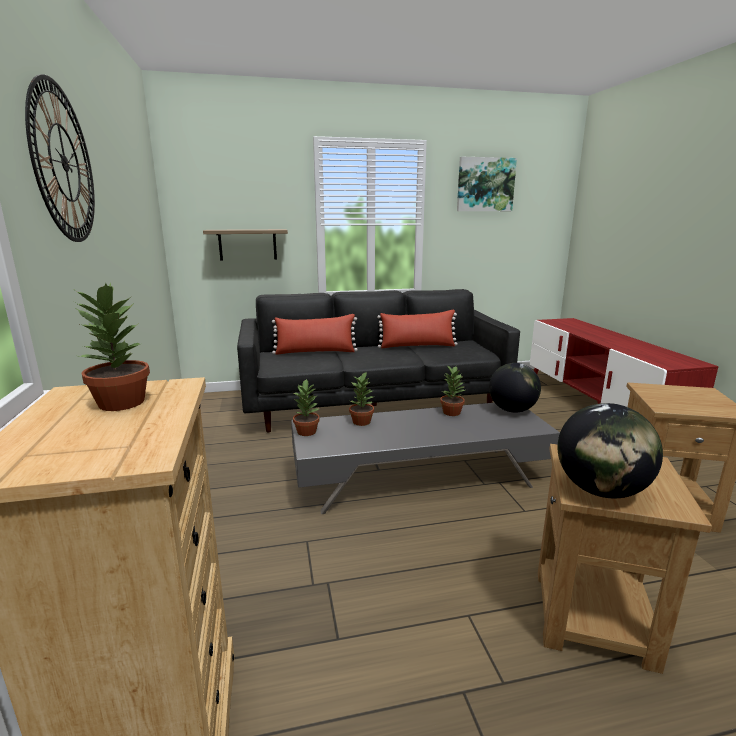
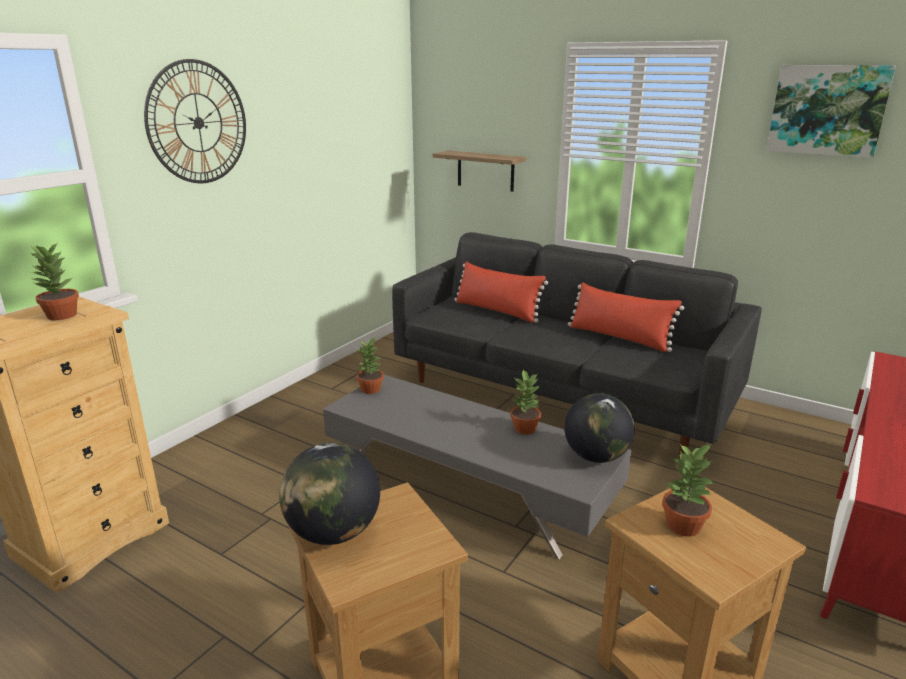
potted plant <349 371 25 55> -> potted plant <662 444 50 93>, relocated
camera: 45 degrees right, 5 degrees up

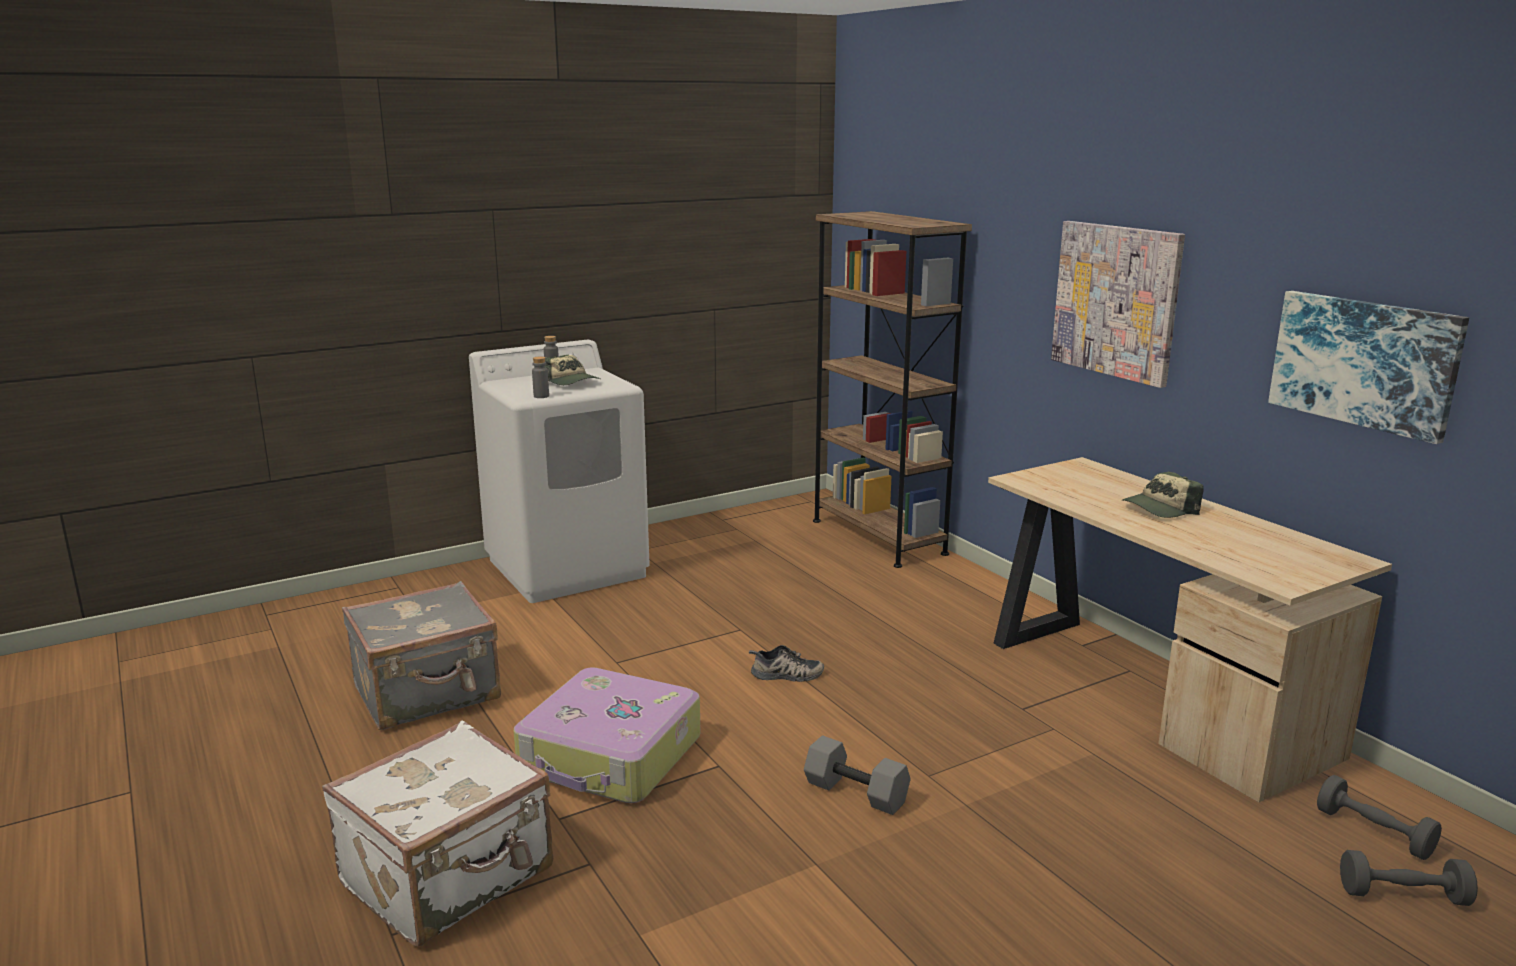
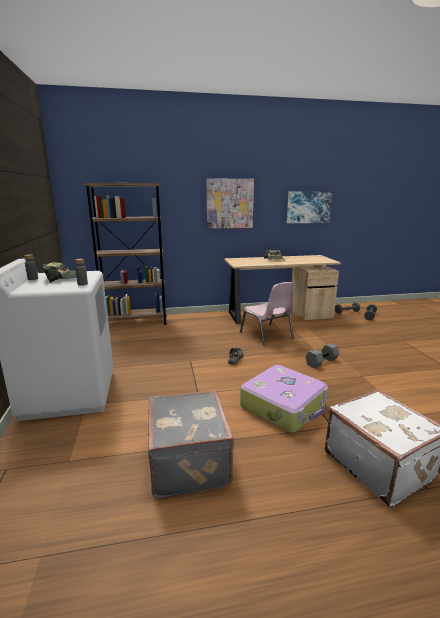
none -> pink chair <240 282 54 64>
camera: 70 degrees left, 0 degrees up

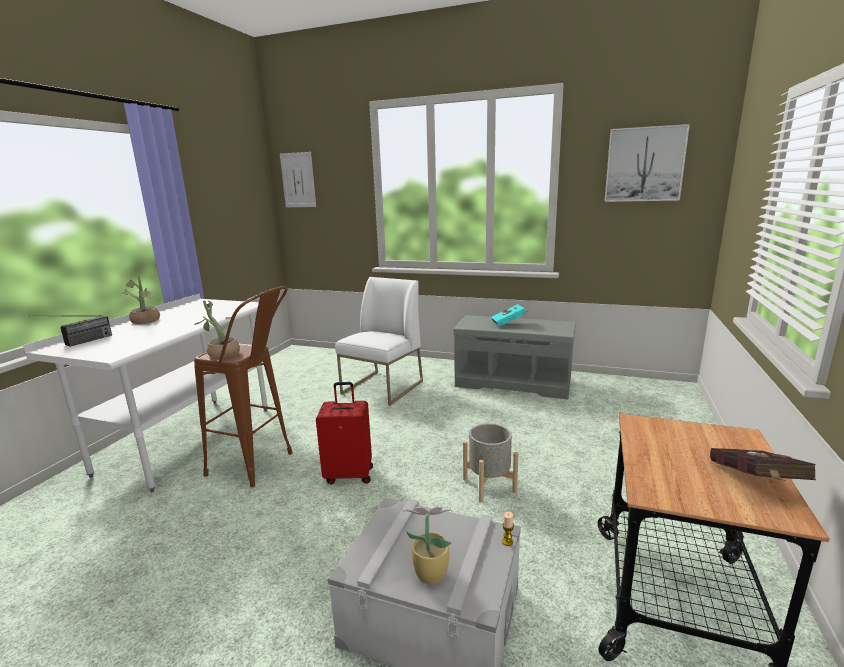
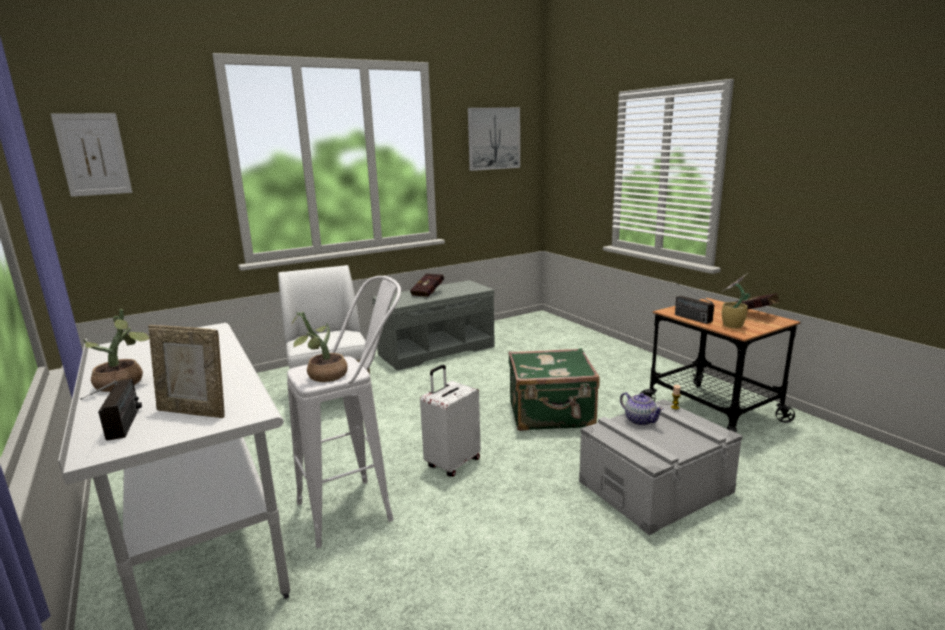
none -> picture frame <148 325 77 93>
brown stool <194 286 99 201> -> white stool <287 276 114 272>
turquoise book <491 304 39 23> -> red book <410 273 34 24>
red suitcase <316 382 57 102> -> white suitcase <420 365 61 112>
grey planter <463 423 56 79> -> green suitcase <508 348 92 83>
none -> teapot <620 392 44 34>
none -> radio <666 277 48 47>
potted plant <403 507 50 77> -> potted plant <722 274 29 54>, relocated
camera: 50 degrees left, 0 degrees up

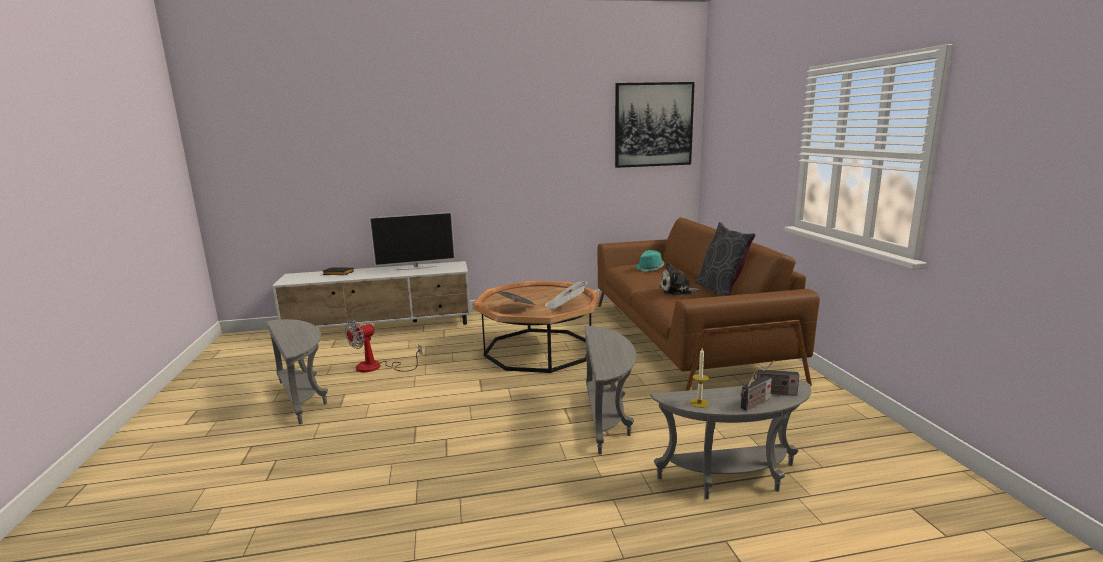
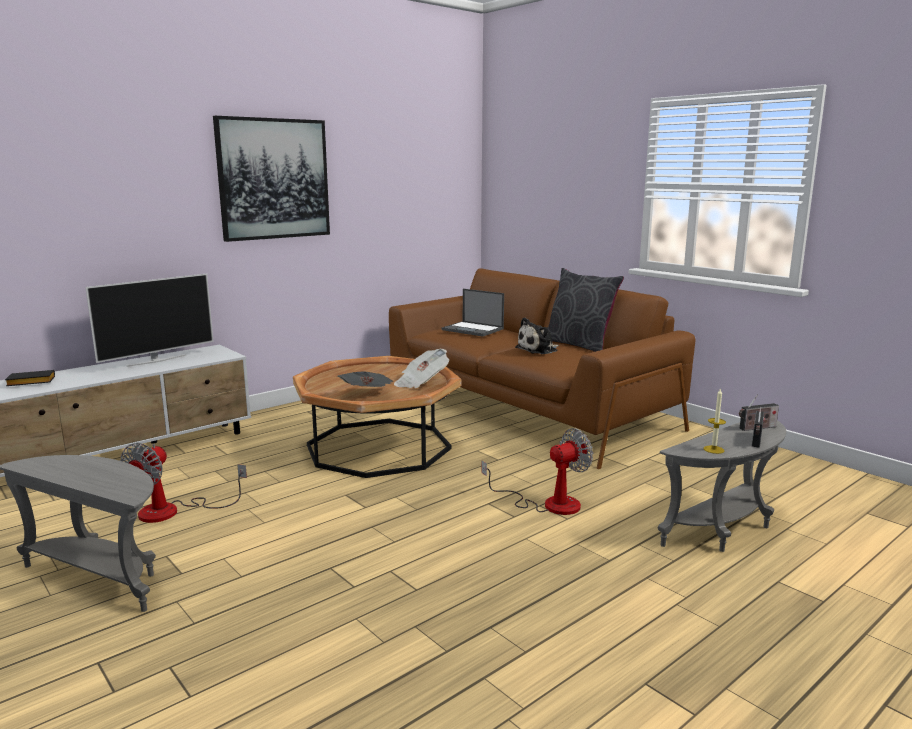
picture <615 82 80 86> -> picture <213 116 117 126>, relocated
turquoise hat <636 250 28 21> -> laptop <442 289 62 47>
grey side table <585 326 51 129> -> fan <481 428 112 87>
camera: 30 degrees left, 0 degrees up

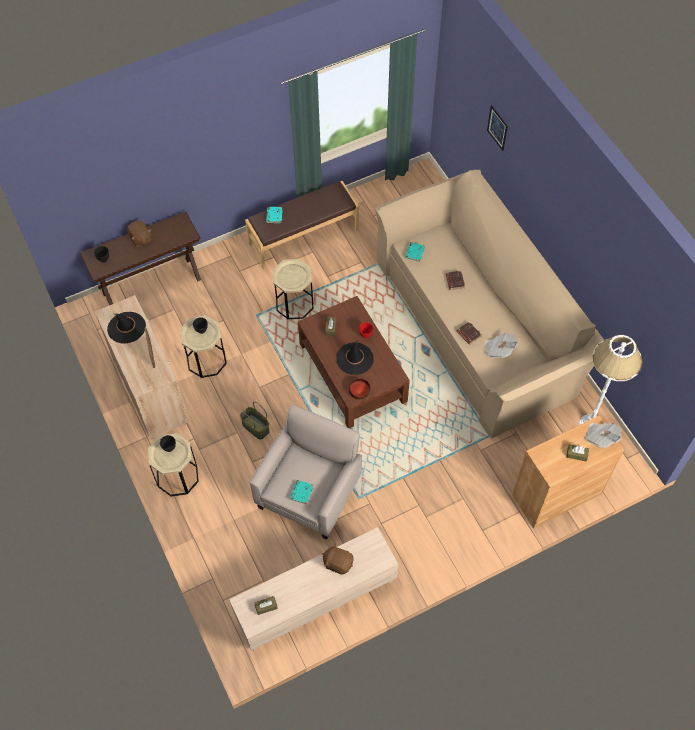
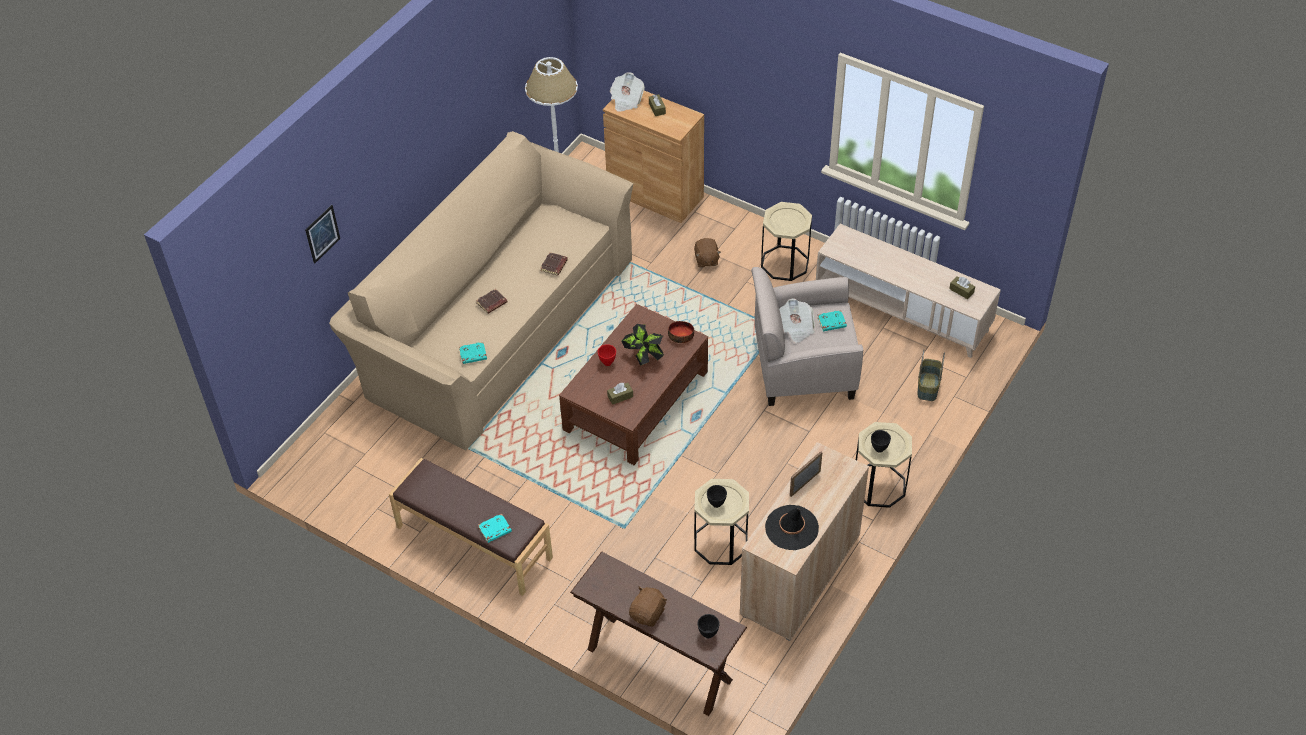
black hat <336 339 38 36> -> potted plant <622 324 42 42>
brown plush toy <322 544 32 31> -> brown plush toy <694 238 27 29>, relocated
beige side table <273 259 41 60> -> beige side table <761 202 51 79>, relocated
newspaper <485 333 33 25> -> newspaper <779 298 36 45>, relocated
basket <240 401 30 38> -> basket <917 349 28 52>, relocated
camera: 120 degrees left, 10 degrees down

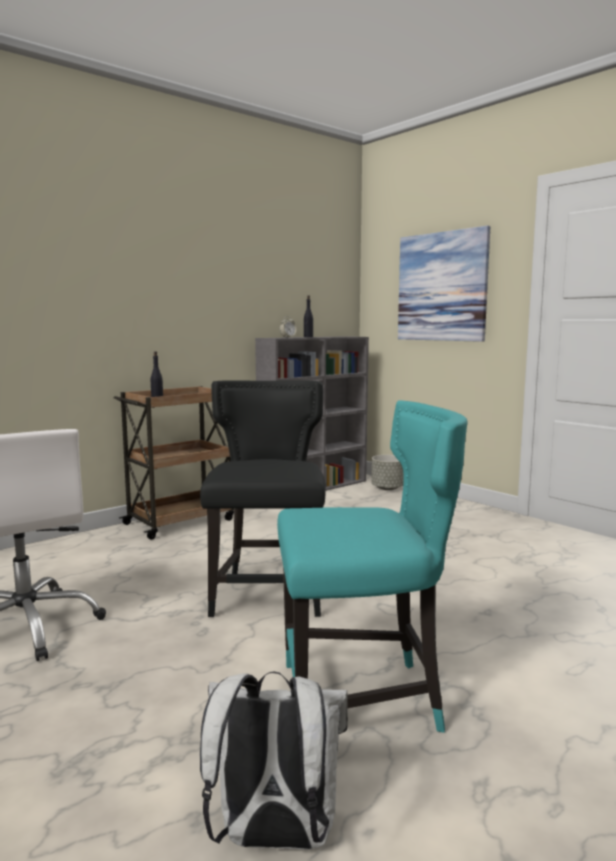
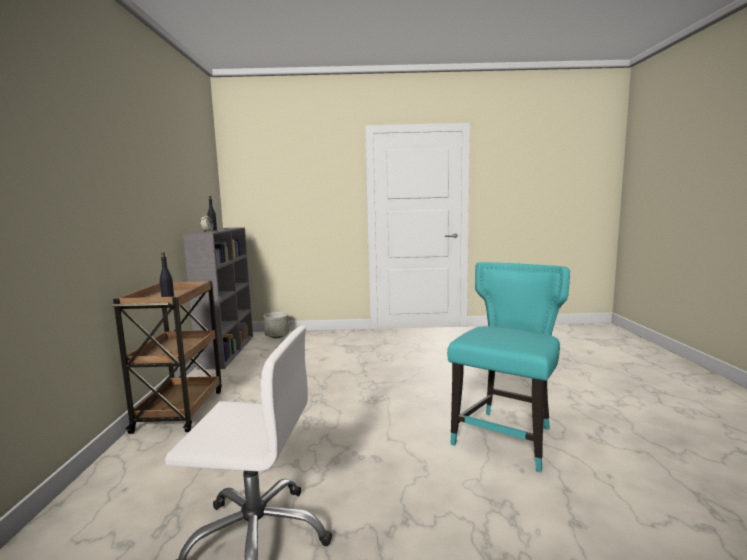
black chair <200 380 126 237> -> none
white backpack <200 671 148 178> -> none
picture <398 226 92 116> -> none
camera: 50 degrees left, 0 degrees up

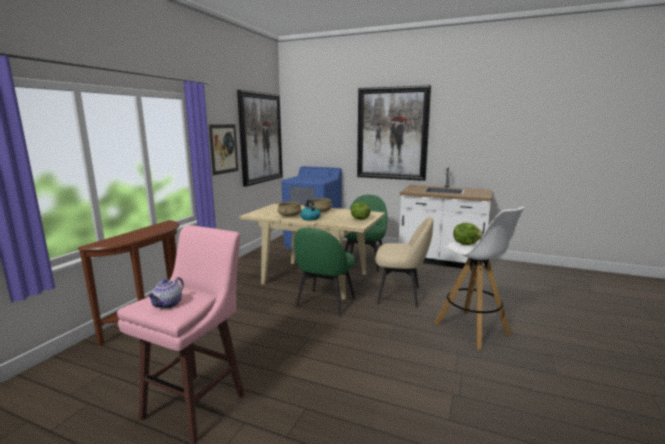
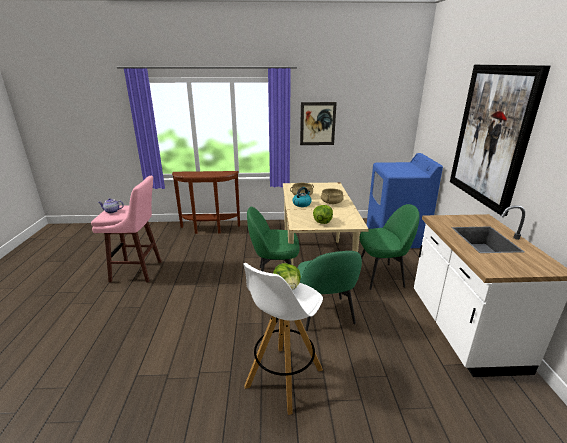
beige chair <375 217 58 91> -> green chair <298 251 64 80>
picture <237 90 46 97> -> none
camera: 65 degrees right, 10 degrees up

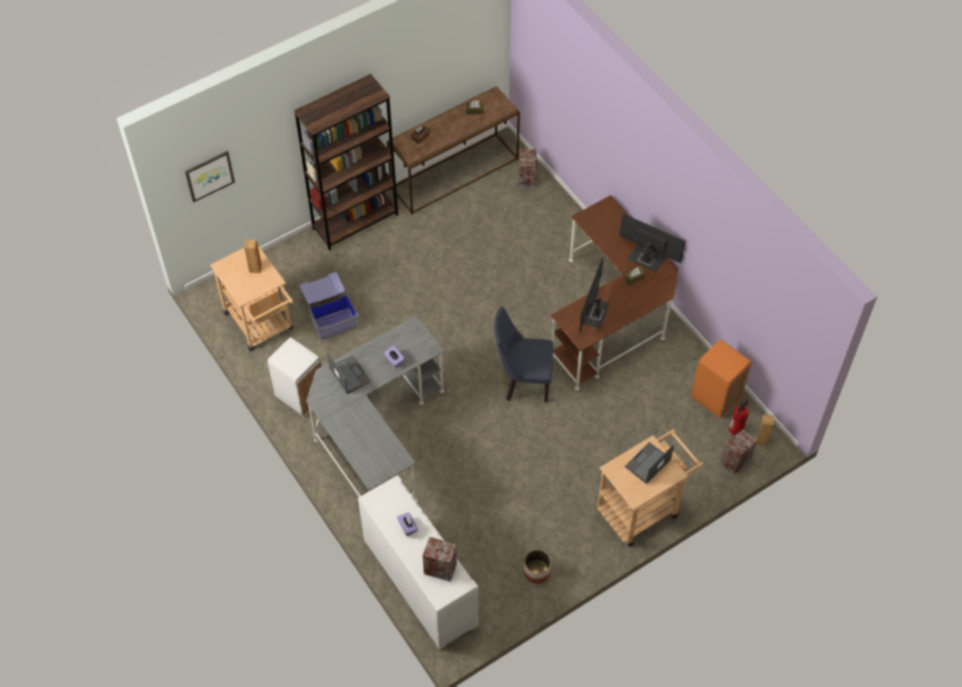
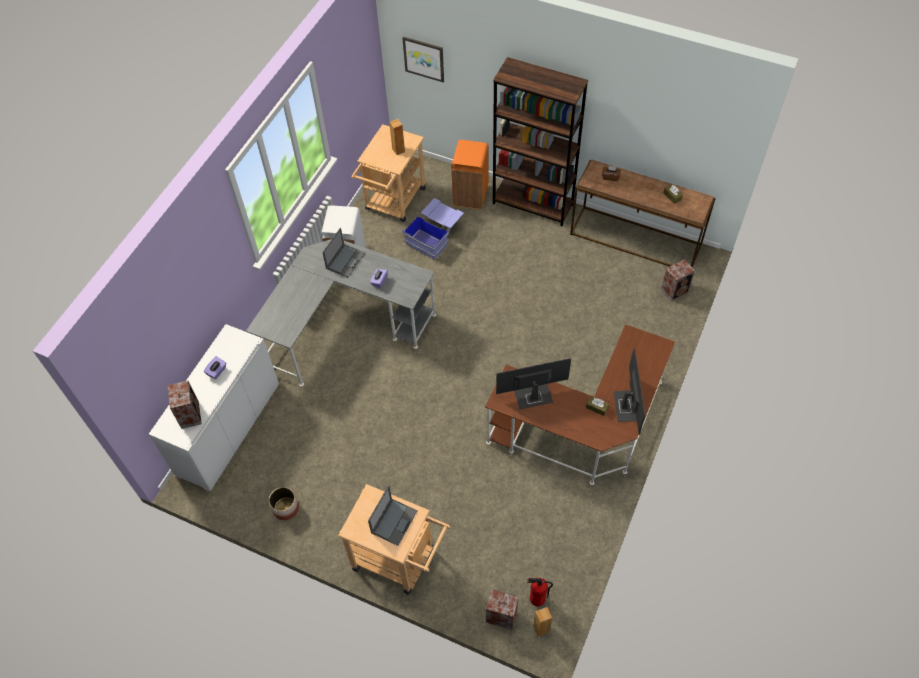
laptop <625 442 49 42> -> laptop <368 486 50 60>, 105 degrees clockwise
orange trash can <691 339 61 80> -> orange trash can <451 140 38 69>, relocated
blue chair <494 306 59 96> -> none
camera: 60 degrees right, 0 degrees up

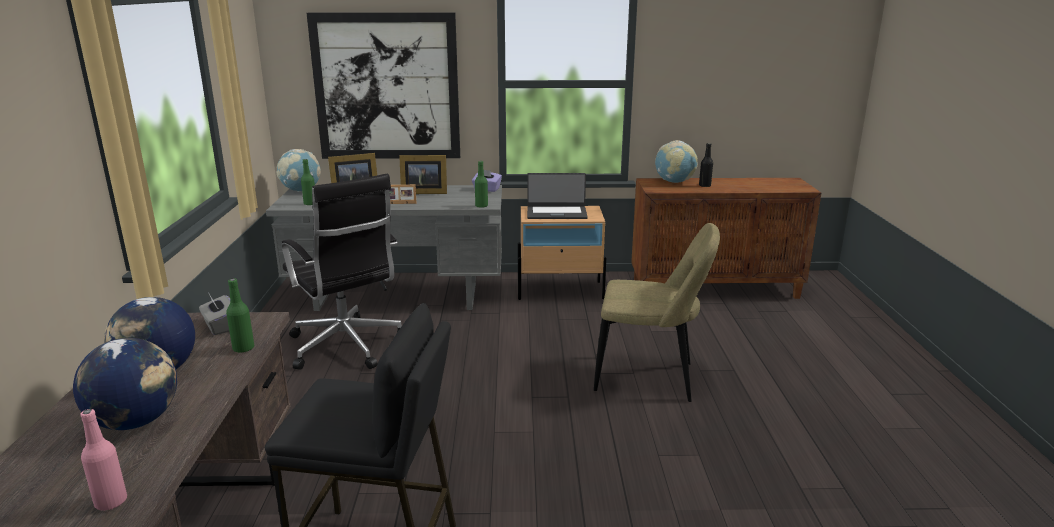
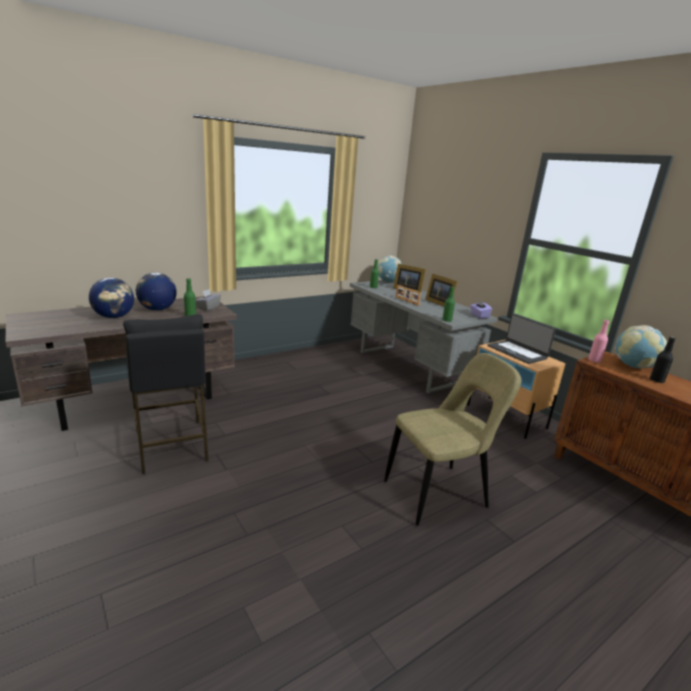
beige chair <594 223 126 179> -> beige chair <384 353 138 173>, 90 degrees counterclockwise
pink bottle <80 409 47 101> -> pink bottle <588 320 22 43>, relocated
black office chair <281 174 121 196> -> none
picture <307 12 153 147> -> none
camera: 55 degrees right, 0 degrees up

